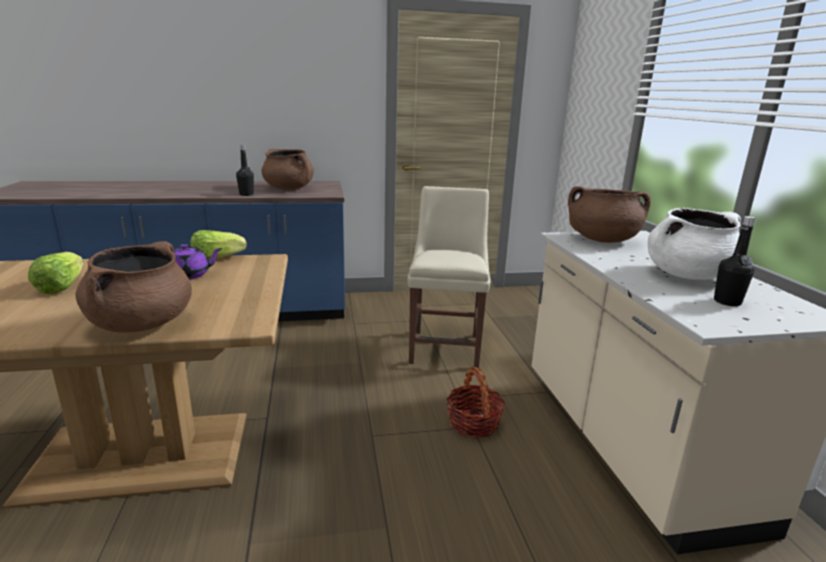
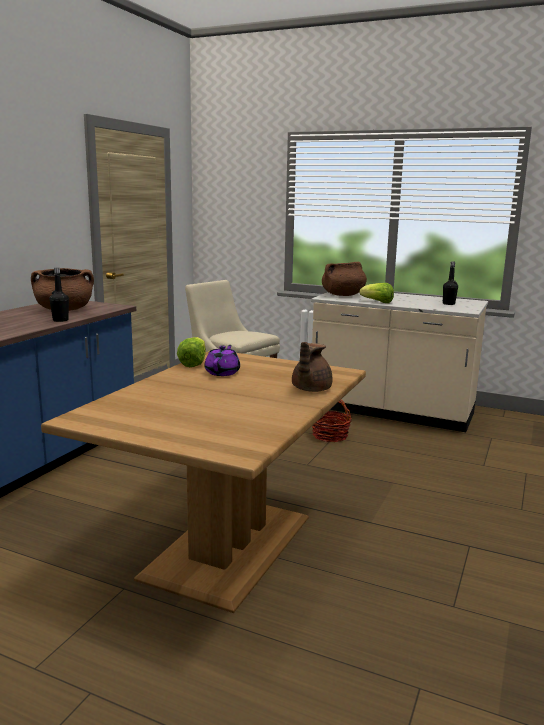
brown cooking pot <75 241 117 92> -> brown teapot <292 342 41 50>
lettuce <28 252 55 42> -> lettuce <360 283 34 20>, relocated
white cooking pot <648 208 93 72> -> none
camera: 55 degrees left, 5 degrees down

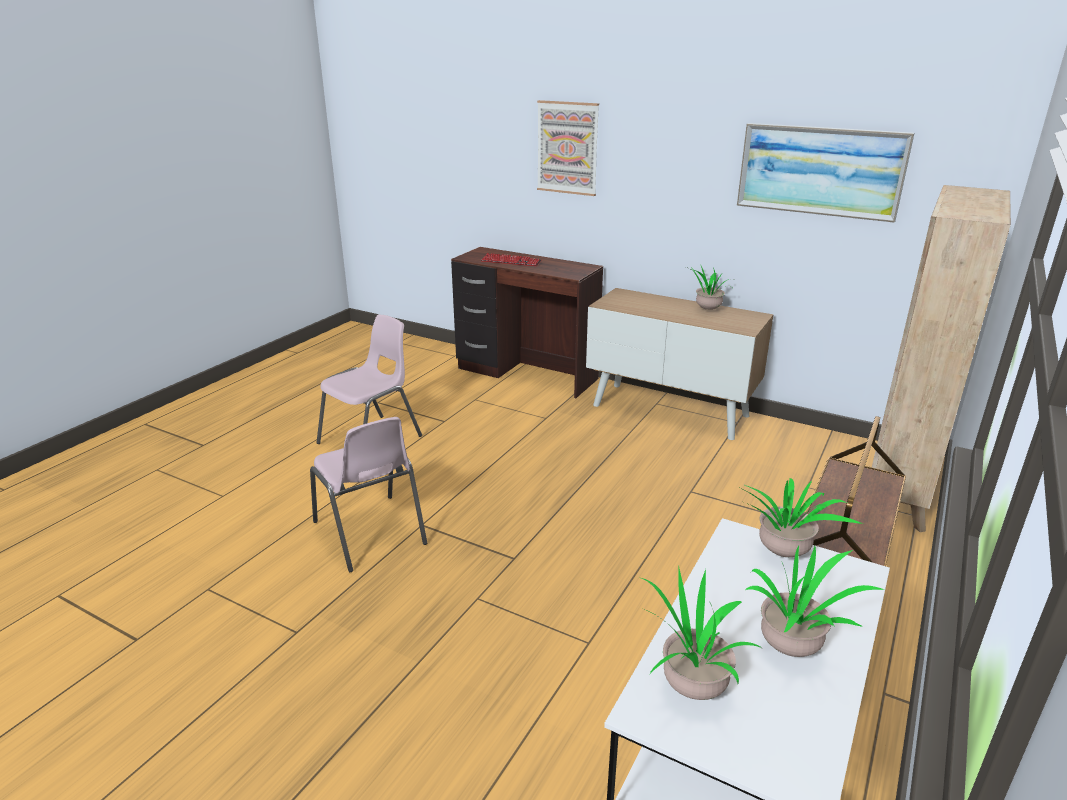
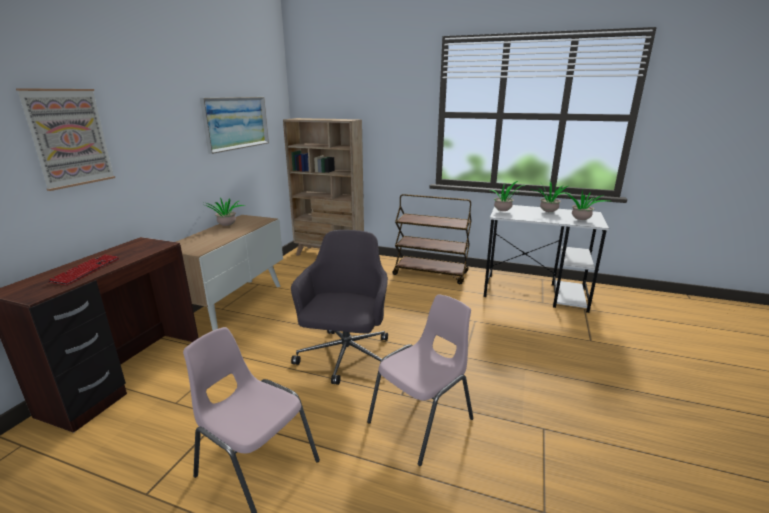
none -> grey office chair <291 230 97 155>
camera: 100 degrees left, 5 degrees down

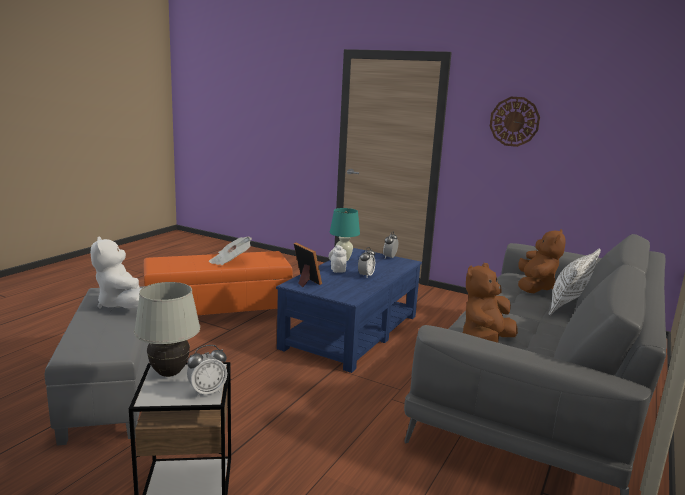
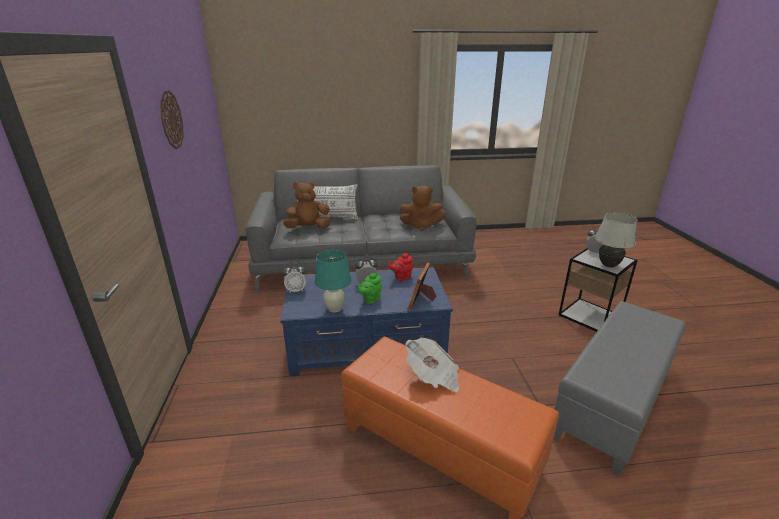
white teapot <328 245 19 28> -> green teapot <358 272 24 32>
none -> red teapot <388 253 25 28>
white plush toy <91 237 51 71> -> none
camera: 125 degrees left, 10 degrees up

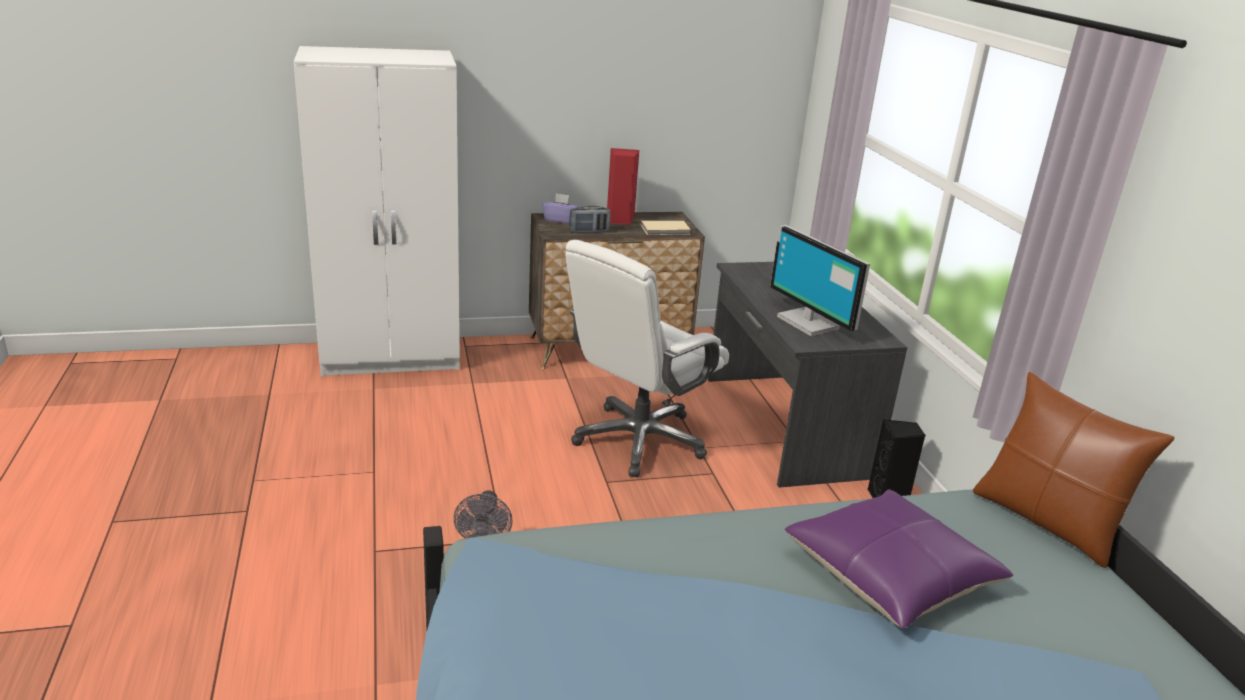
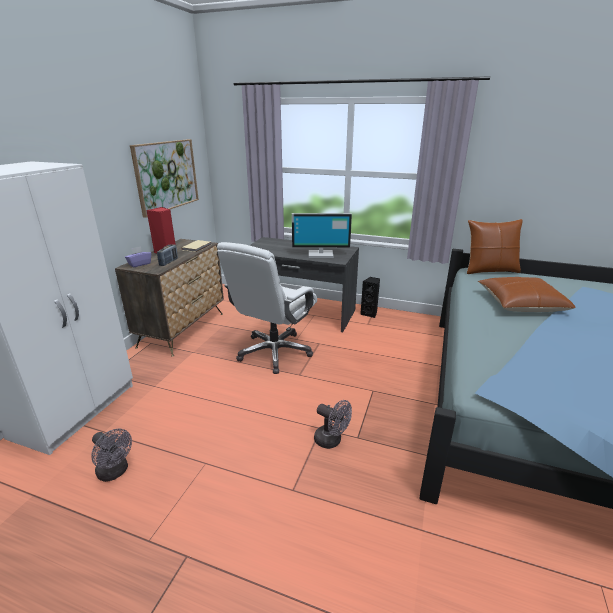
none -> grey fan <91 429 41 53>
none -> picture <130 139 69 79>
white office chair <565 240 164 237> -> white office chair <217 242 100 132>, 45 degrees clockwise
purple pillow <785 489 228 139> -> brown pillow <478 277 98 35>
camera: 55 degrees left, 0 degrees up

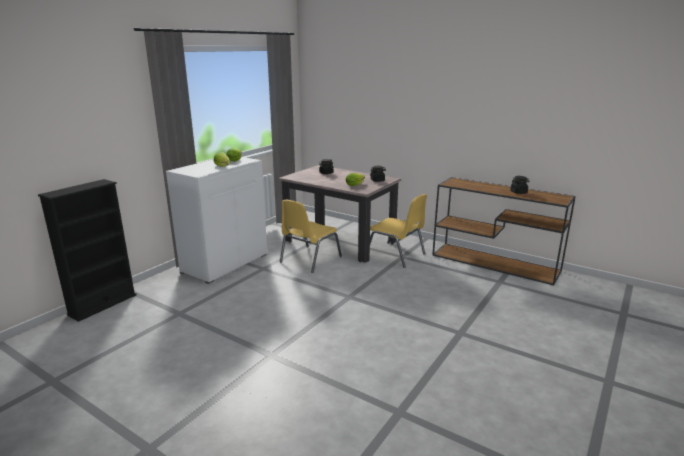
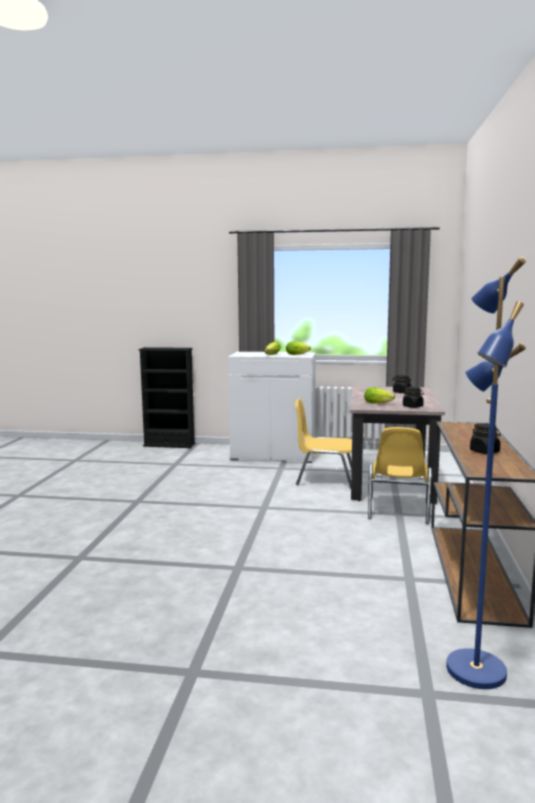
none -> blue floor lamp <446 257 80 432>
camera: 65 degrees right, 10 degrees down

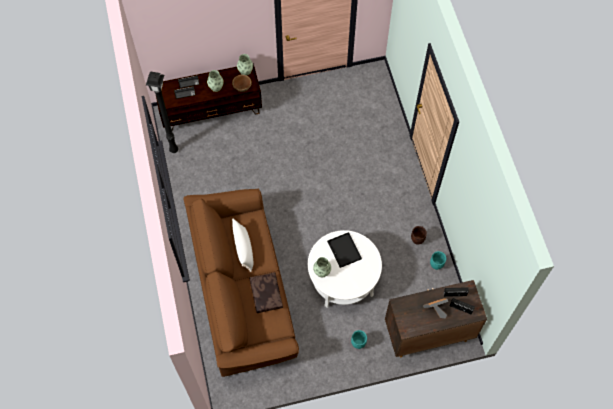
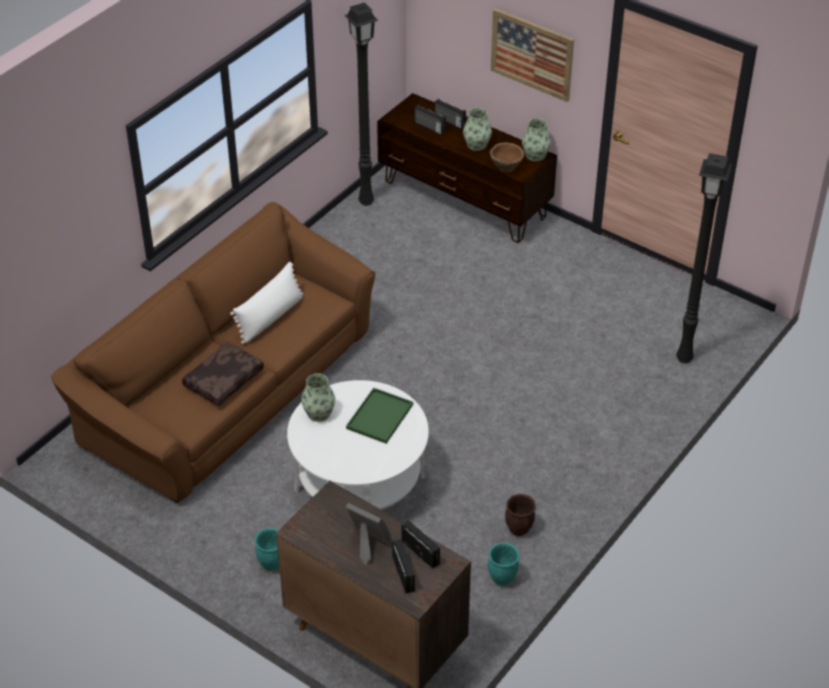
black tray <327 232 35 36> -> green tray <346 388 67 56>
none -> picture <491 8 83 94>
none -> black floor lamp <676 153 56 210>
camera: 50 degrees right, 20 degrees down

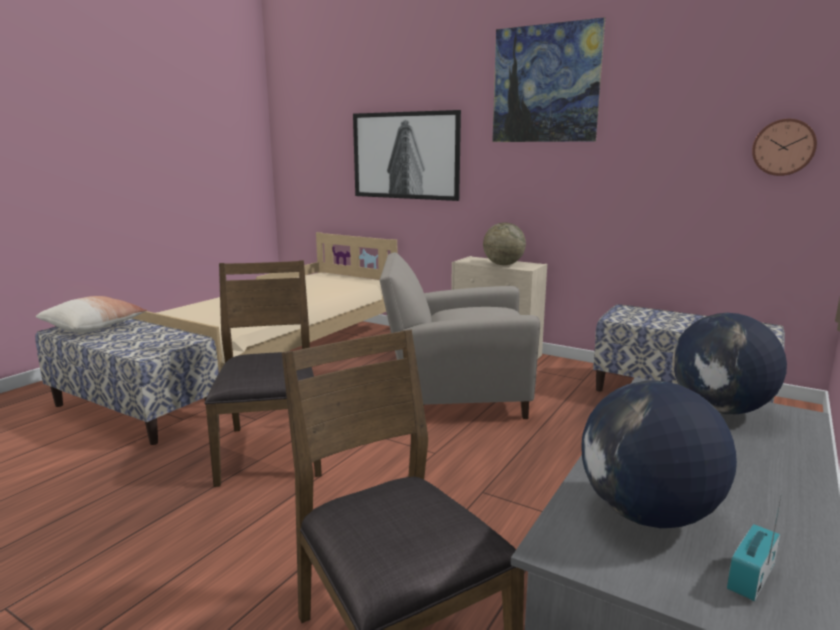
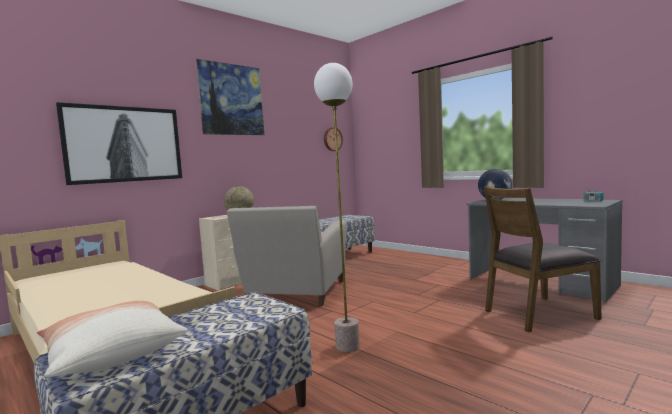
brown chair <205 260 117 227> -> floor lamp <314 63 46 289>
globe <581 381 156 147> -> none
camera: 75 degrees left, 10 degrees down

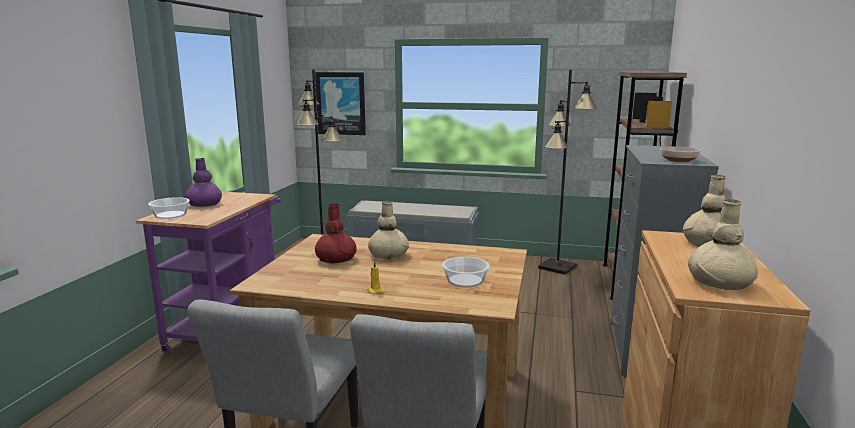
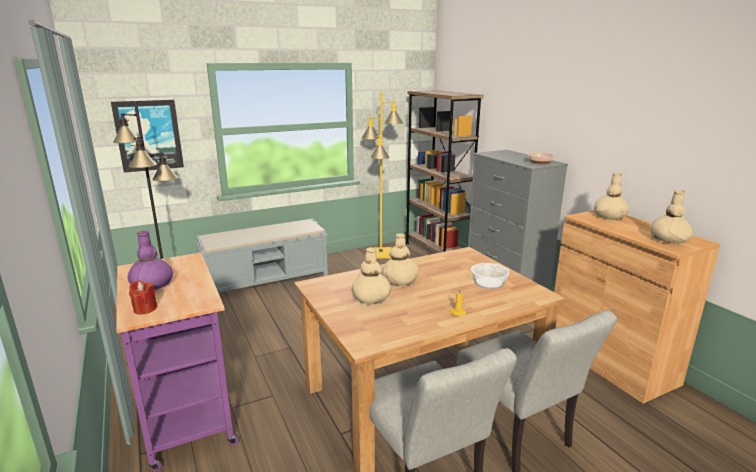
bowl <148 197 42 22> -> red candle <129 281 28 34>
red vase <315 204 42 59> -> beige vase <352 247 39 58>
black floor lamp <538 70 60 205> -> yellow floor lamp <361 92 42 167>
camera: 40 degrees left, 5 degrees up

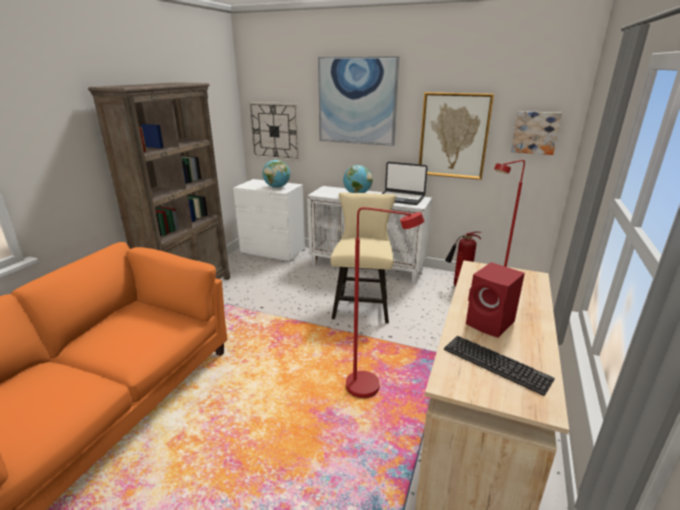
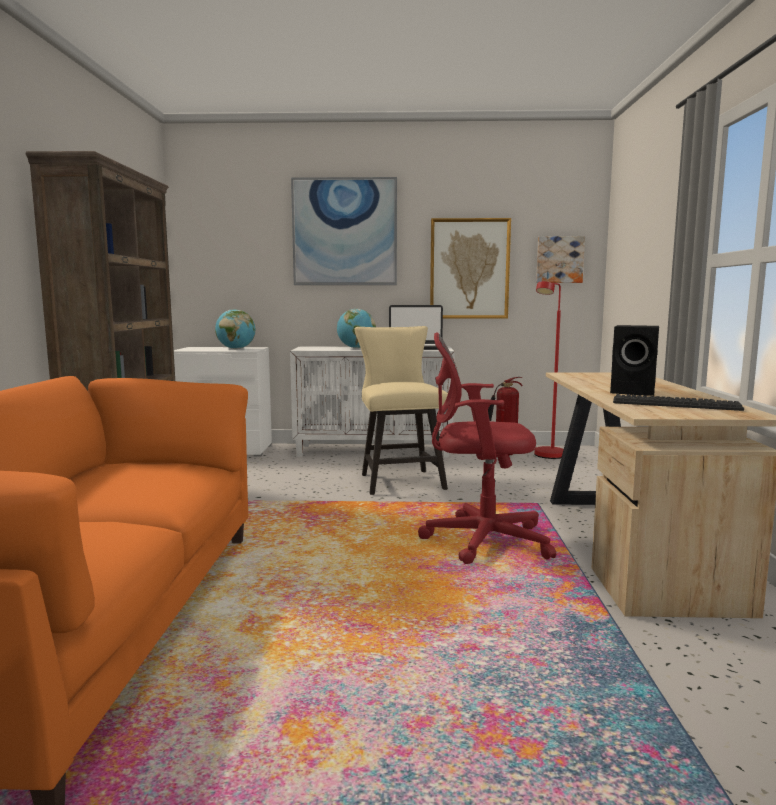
red floor lamp <346 207 78 191> -> red office chair <418 333 138 231>
red speaker <466 262 59 76> -> black speaker <610 325 49 71>
wall clock <248 102 52 59> -> none
camera: 20 degrees left, 15 degrees down

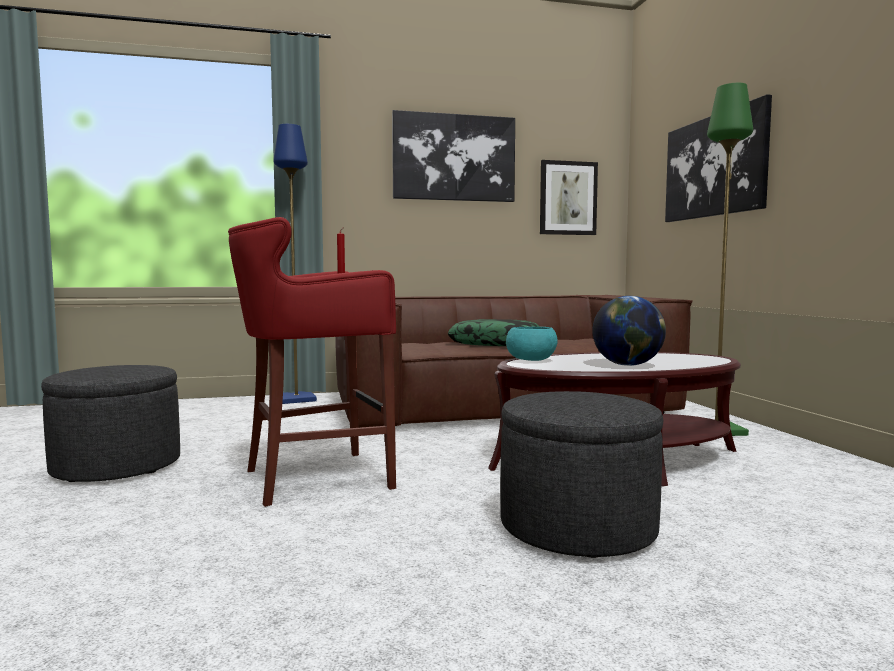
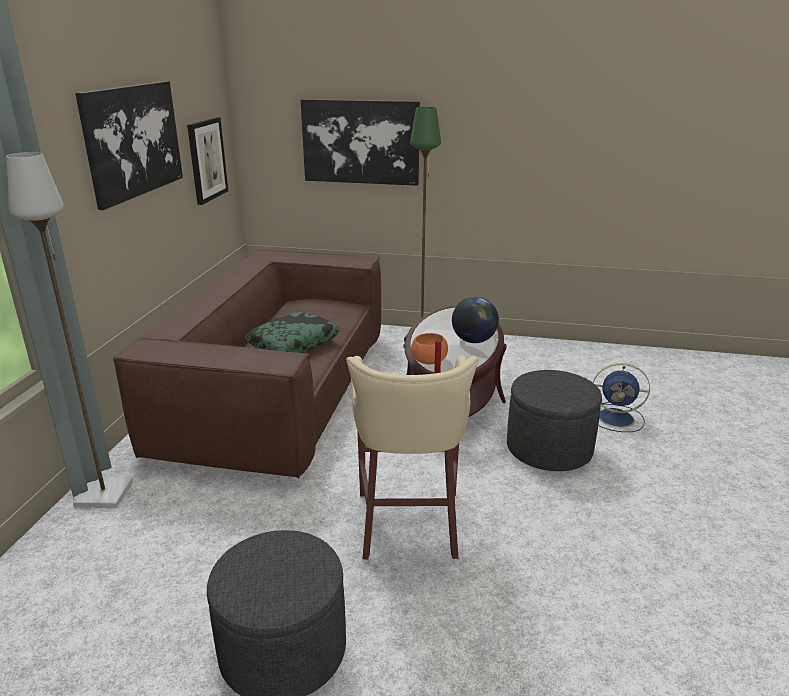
blue floor lamp <273 124 44 280> -> grey floor lamp <6 152 127 356>
red stool <228 217 168 290> -> beige stool <346 355 132 205>
turquoise bowl <506 327 52 34> -> orange bowl <411 333 37 31>
none -> blue fan <593 363 57 69>
camera: 65 degrees left, 20 degrees up

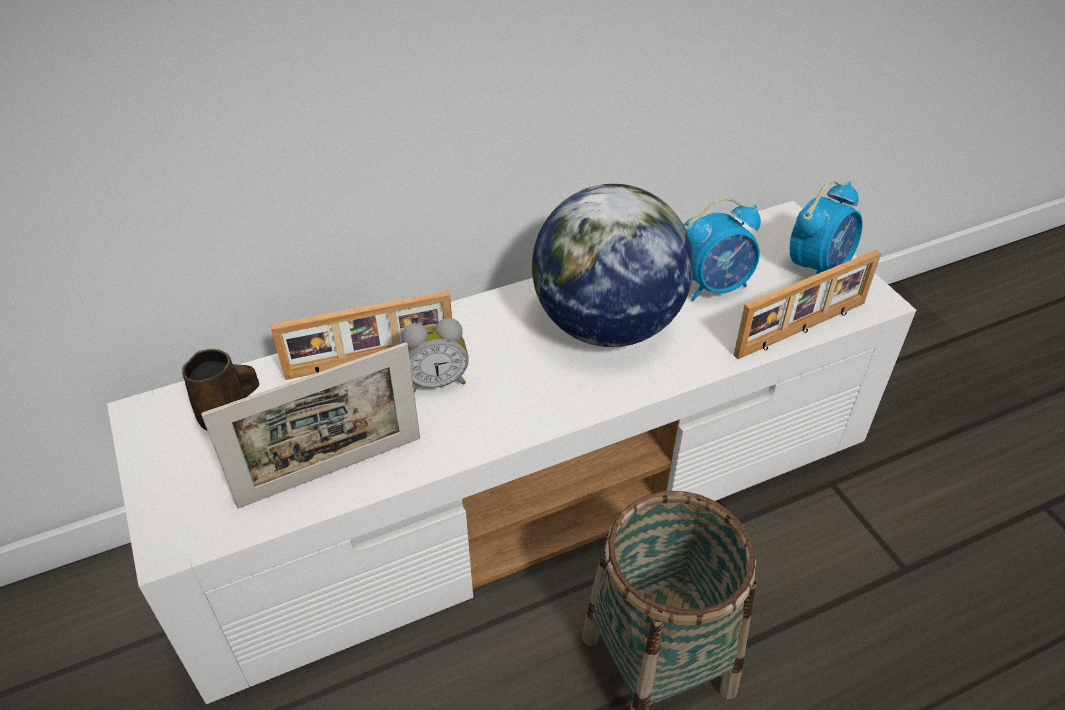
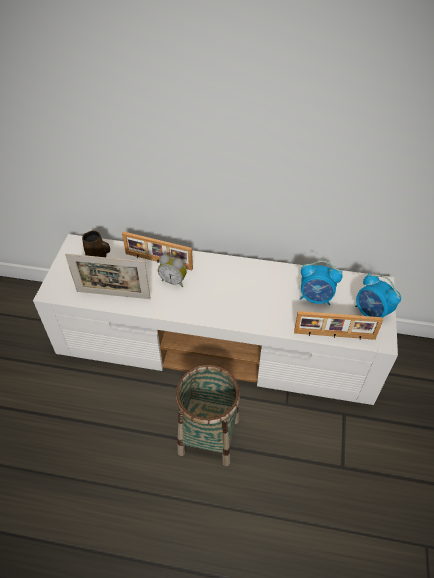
alarm clock <790 181 73 94> -> alarm clock <355 273 46 44>, 60 degrees clockwise
globe <532 184 162 163> -> none
camera: 35 degrees right, 5 degrees up

